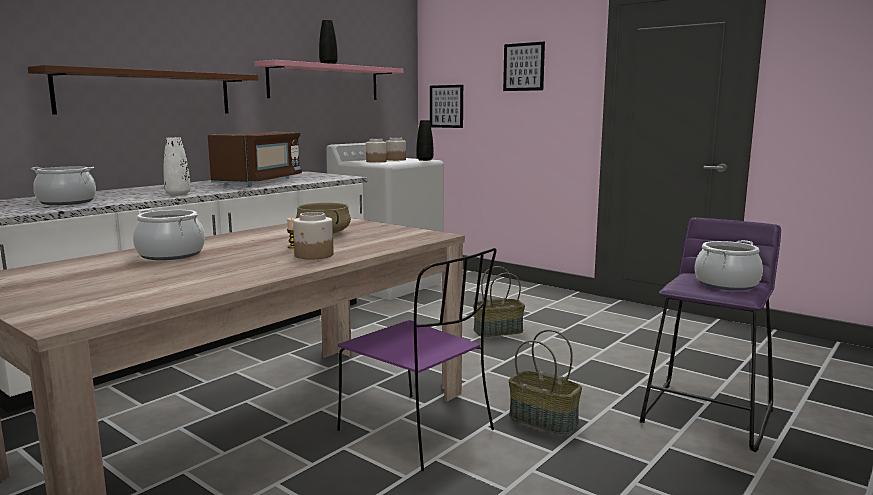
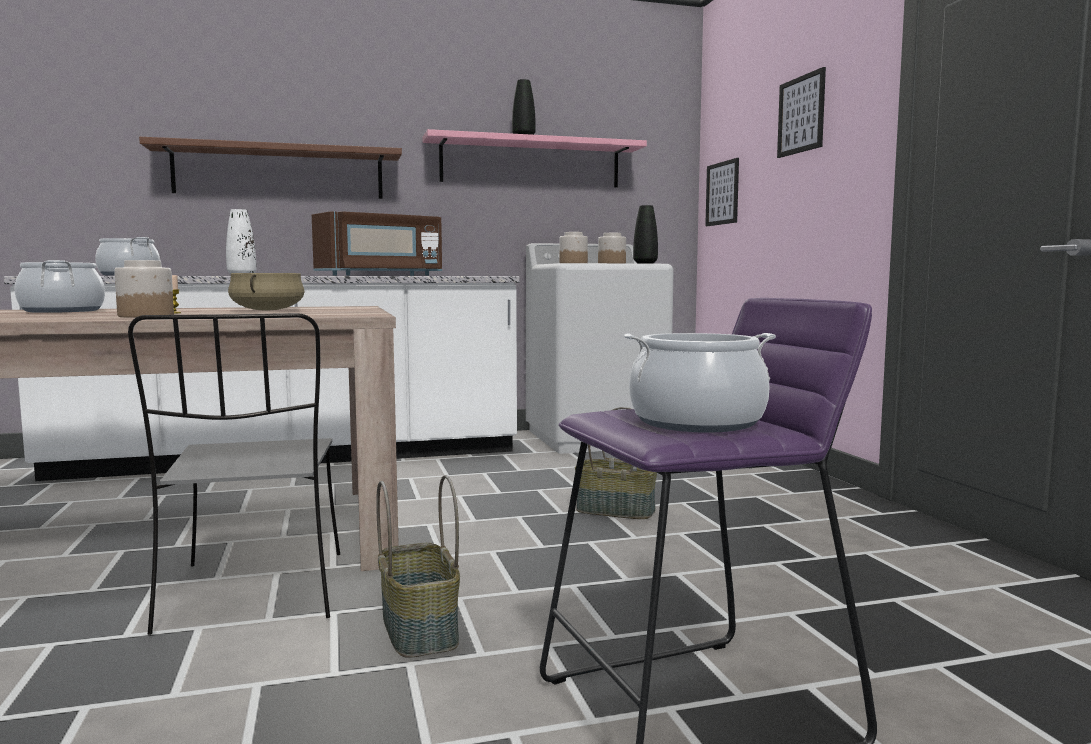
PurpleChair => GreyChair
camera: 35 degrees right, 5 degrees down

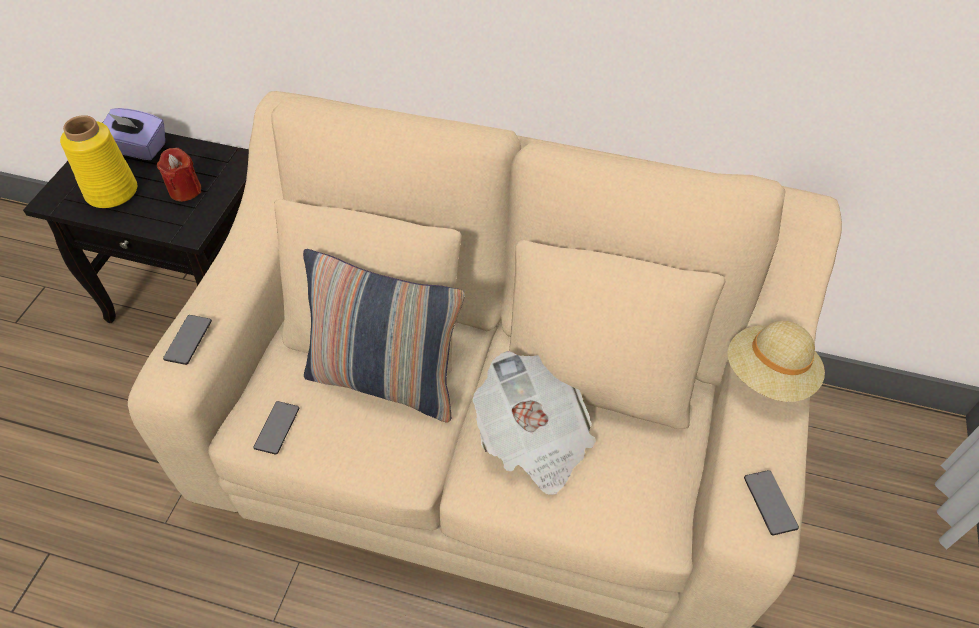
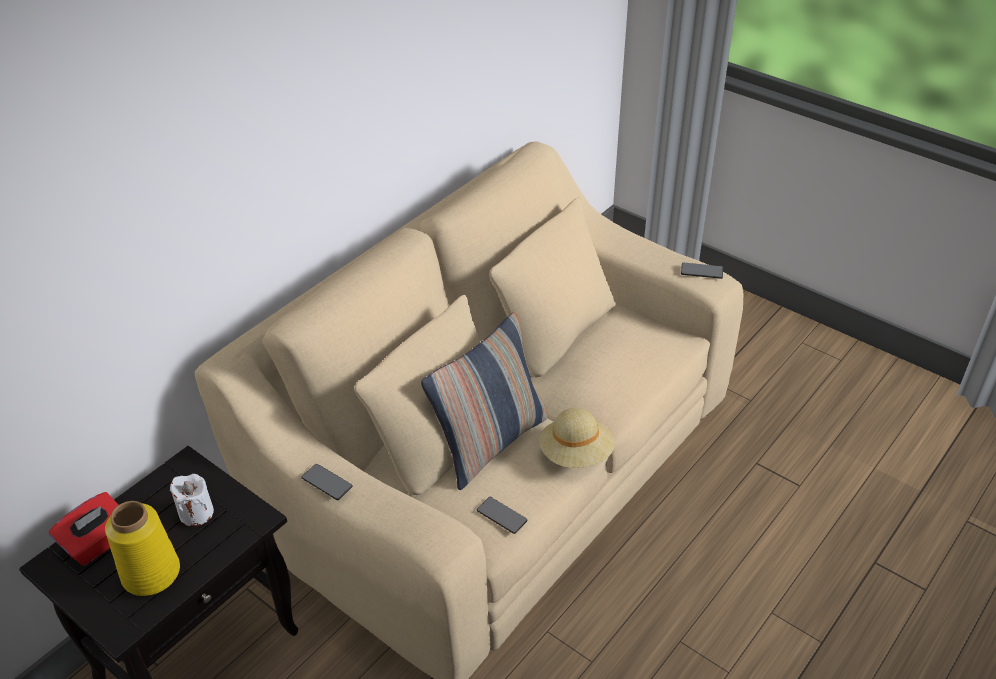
PurpleTissueBox => RedTissueBox
RedCandle => WhiteCandle
Phone (no. 1 from left), relocated
Newspaper => nothing
BeigeHat, relocated
camera: 65 degrees left, 10 degrees down

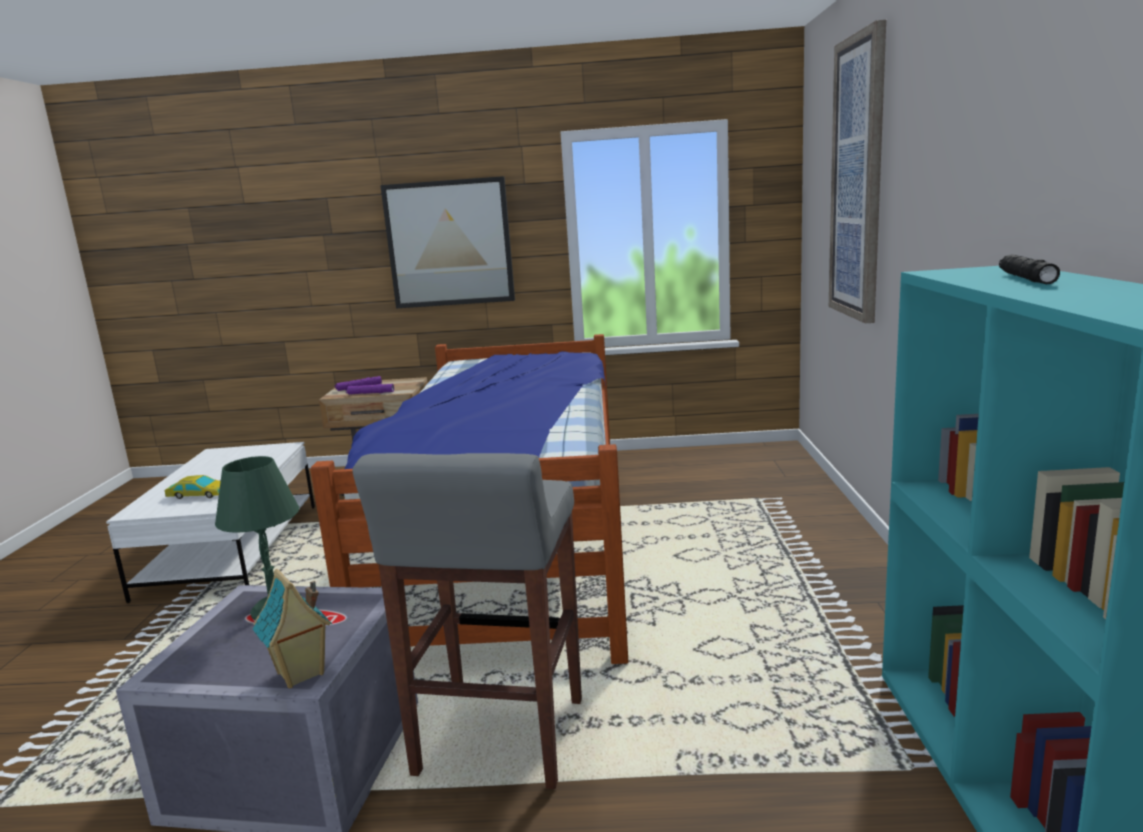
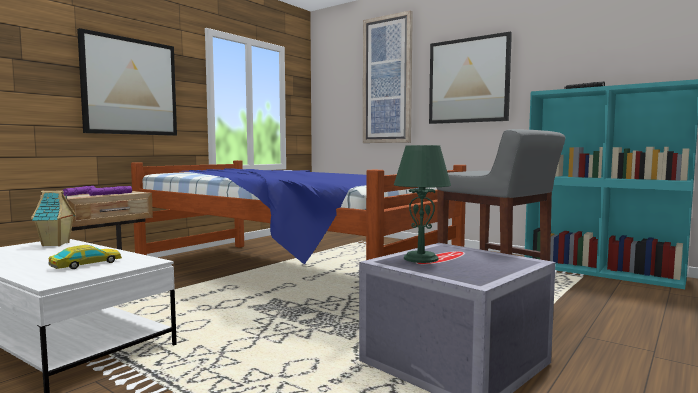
ToyHouse, relocated
nothing => Picture (no. 3 from left)
camera: 55 degrees left, 10 degrees down

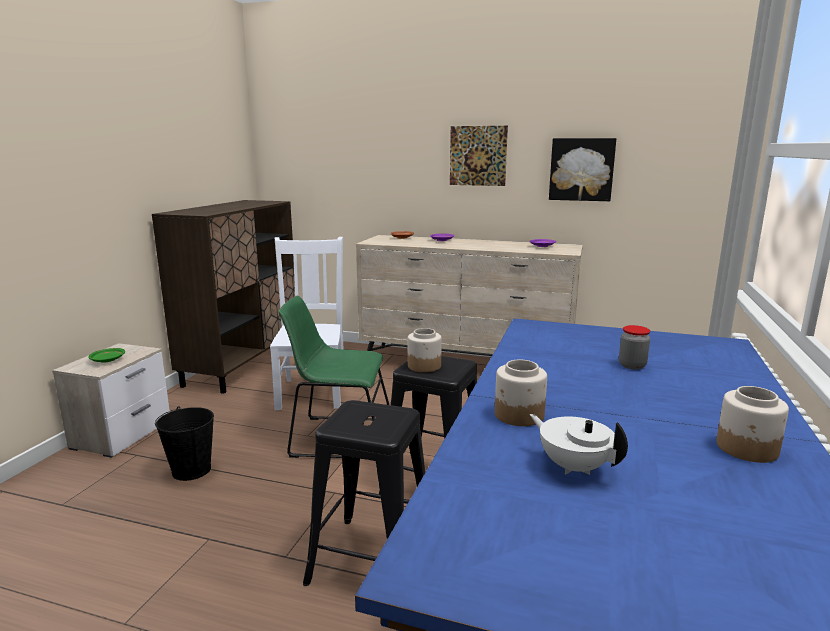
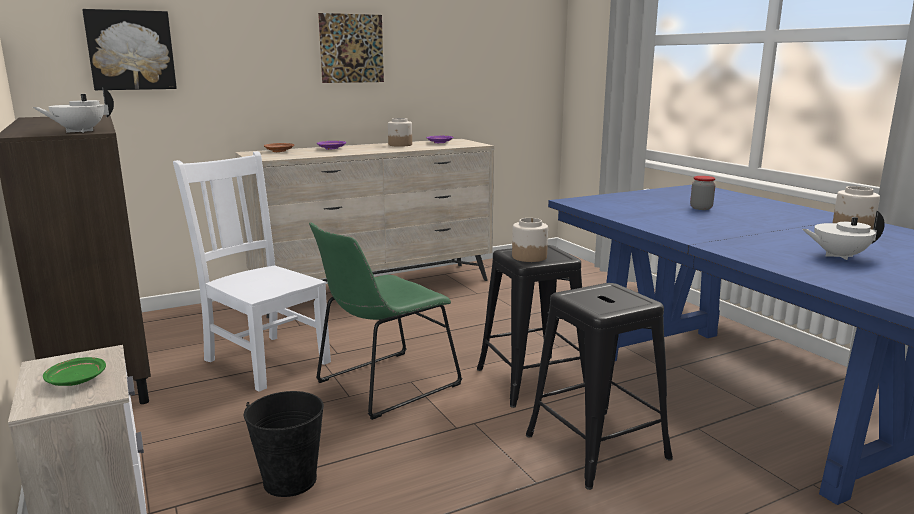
Jar (no. 2 from left in the first image) => Jar (no. 1 from left), relocated
Picture (no. 2 from left in the first image) => Picture (no. 1 from left), relocated
nothing => WhiteTeapot (no. 1 from left)
camera: 45 degrees left, 0 degrees up

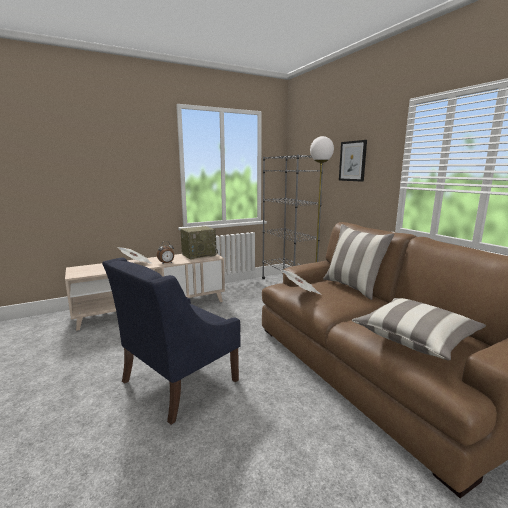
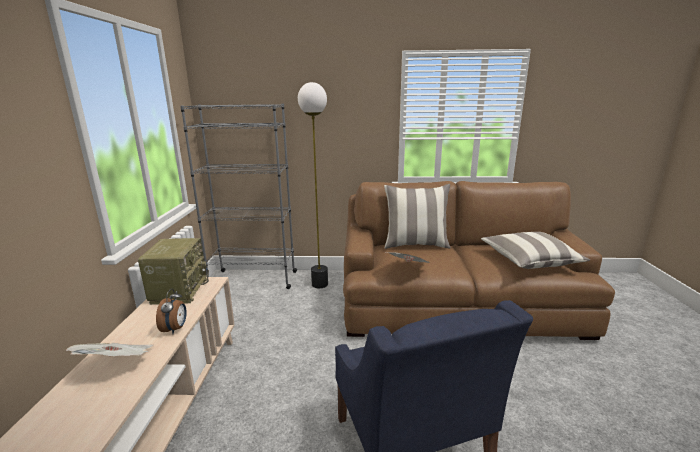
Picture => nothing
camera: 60 degrees left, 5 degrees up

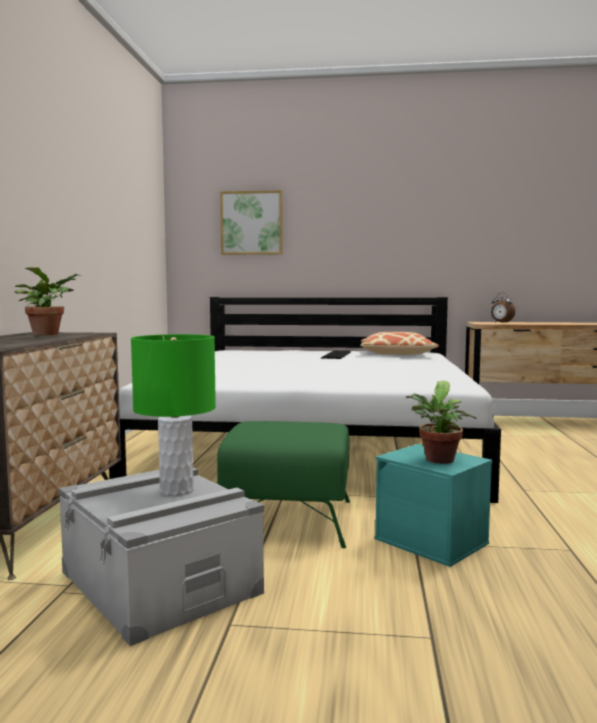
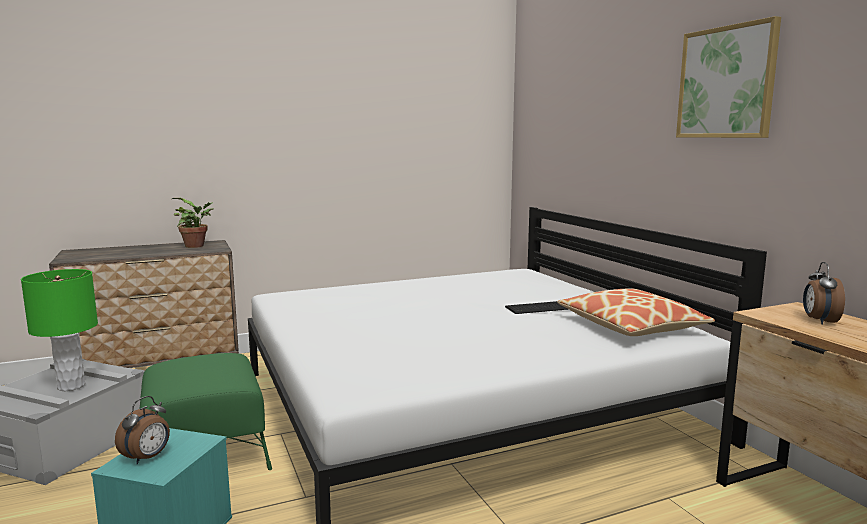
Picture, relocated
PottedPlant (no. 2 from left) => AlarmClock (no. 1 from left)
camera: 60 degrees right, 5 degrees up

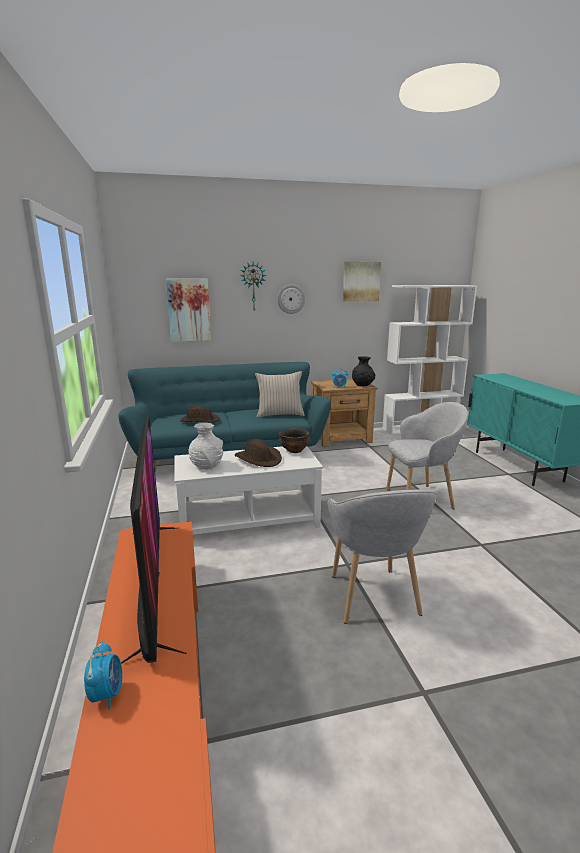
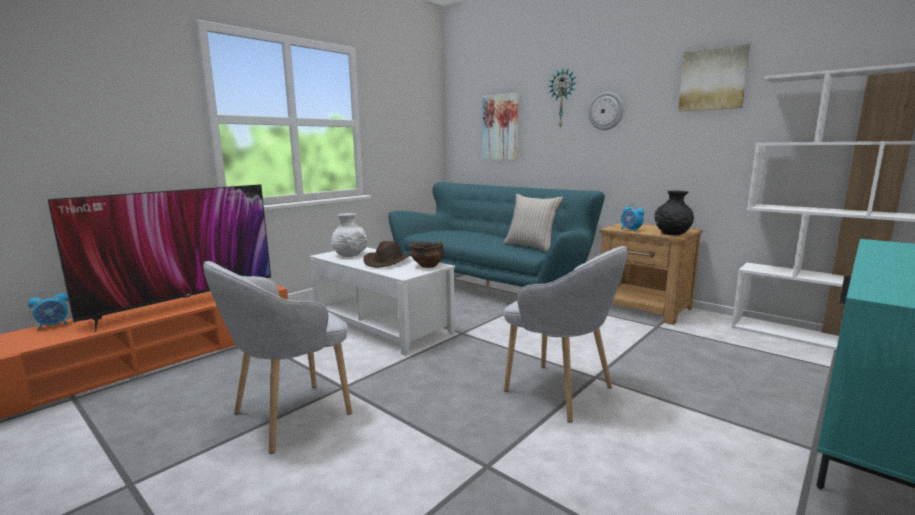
BrownHat (no. 1 from left) => nothing
camera: 55 degrees right, 5 degrees down

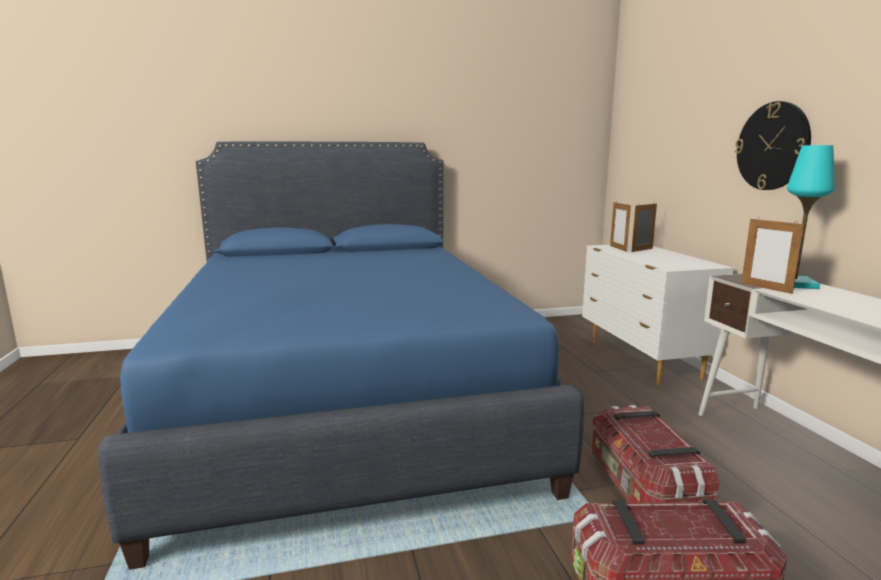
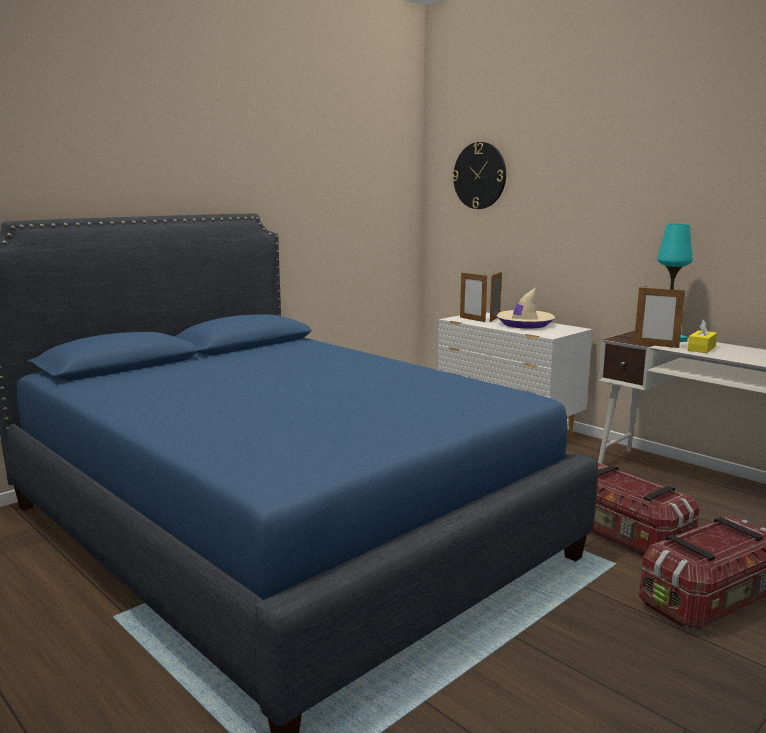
WallClock, relocated
nothing => BeigeHat
nothing => YellowTissueBox
camera: 30 degrees left, 0 degrees up

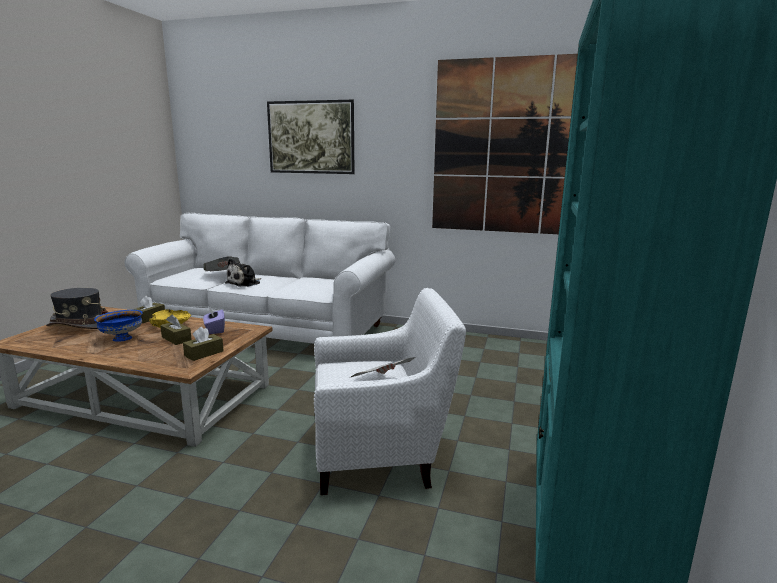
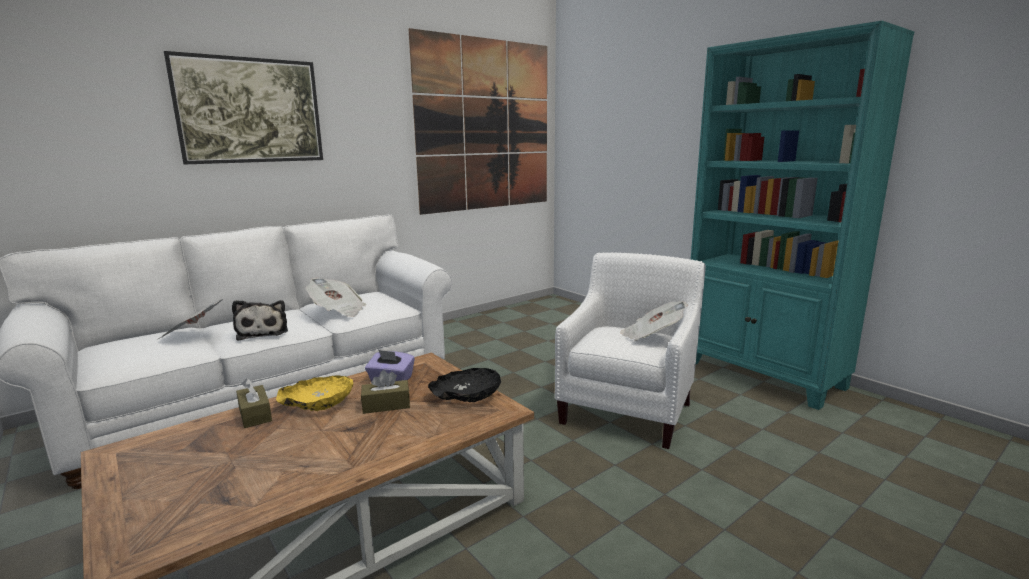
GreyHat => nothing
BlueBowl => nothing
BrownTissueBox (no. 3 from left) => BlackBowl
nothing => Newspaper (no. 2 from left)
camera: 55 degrees left, 0 degrees up

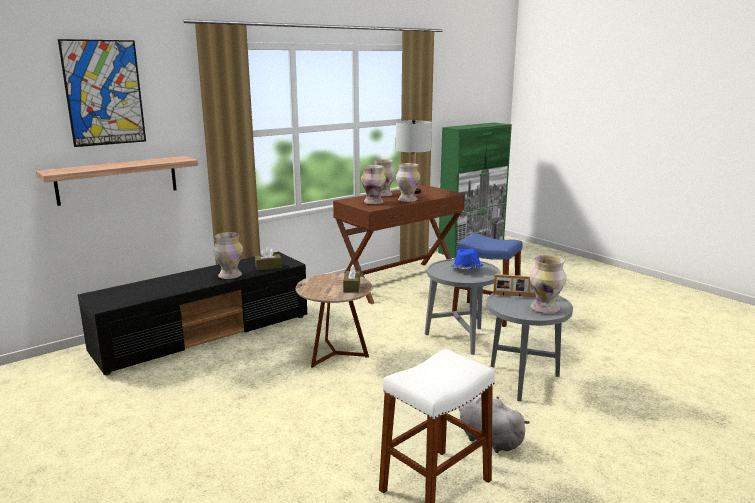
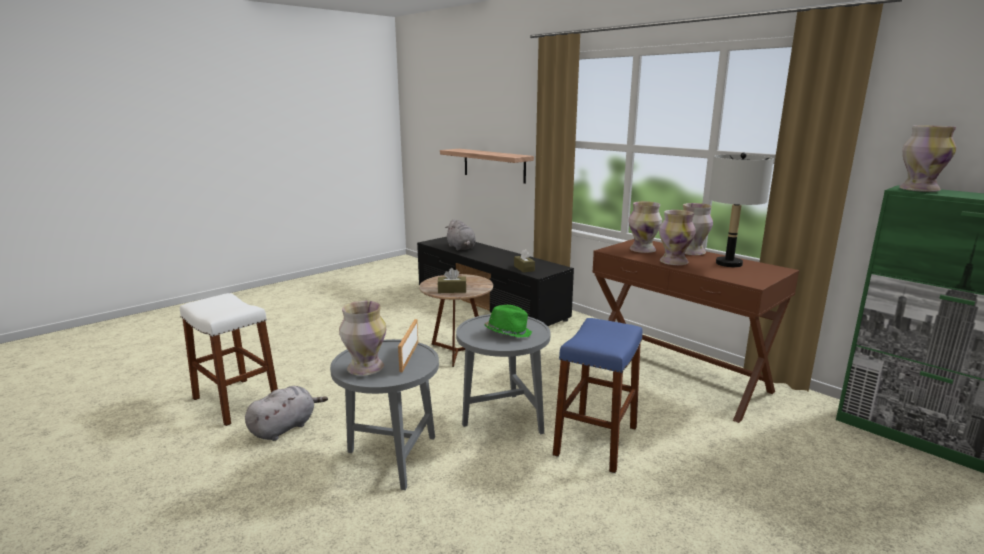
Picture => nothing
Vase (no. 1 from left in the first image) => Vase (no. 5 from left), relocated
BlueHat => GreenHat
nothing => GreyPlushToy (no. 2 from left)
camera: 85 degrees right, 0 degrees up

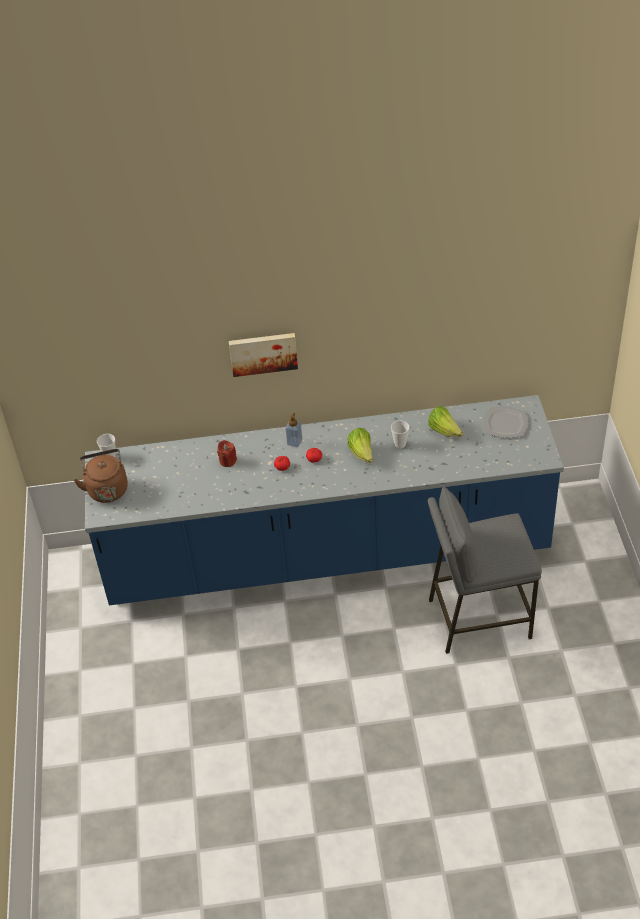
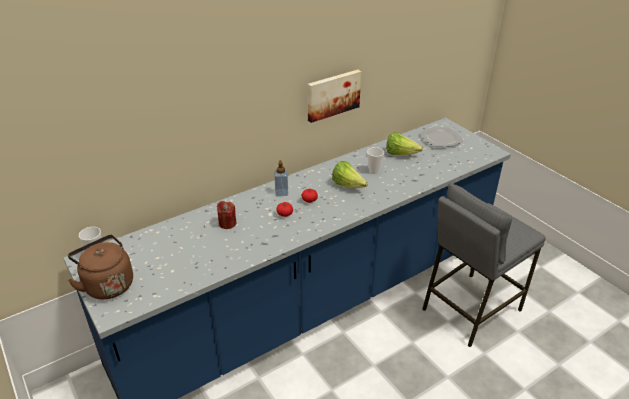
Picture, relocated
camera: 30 degrees left, 10 degrees down

